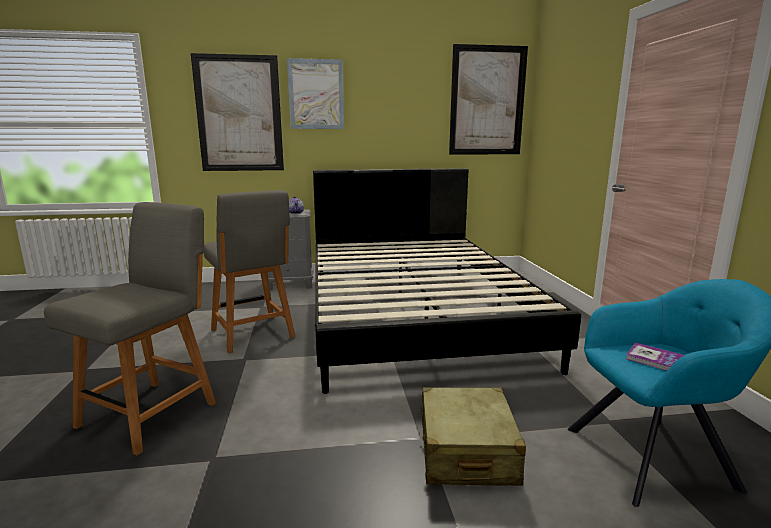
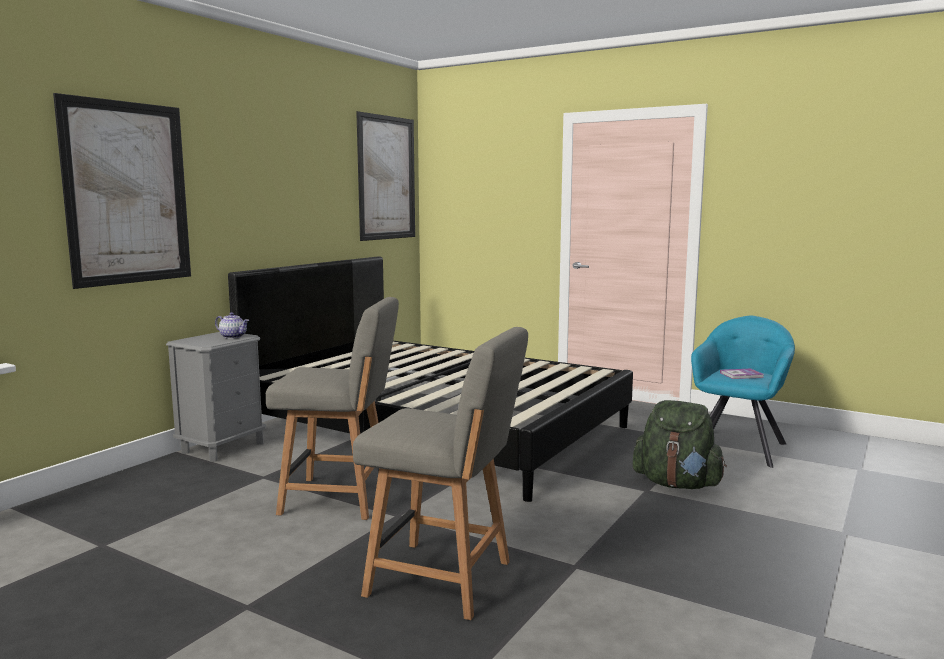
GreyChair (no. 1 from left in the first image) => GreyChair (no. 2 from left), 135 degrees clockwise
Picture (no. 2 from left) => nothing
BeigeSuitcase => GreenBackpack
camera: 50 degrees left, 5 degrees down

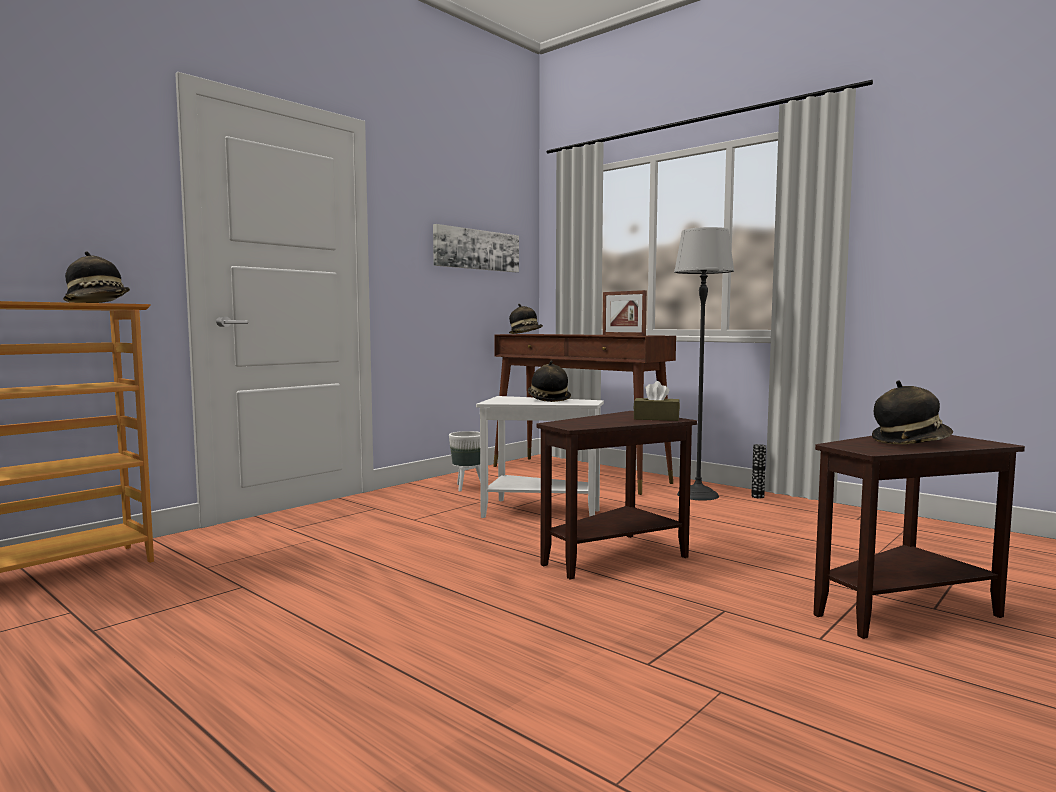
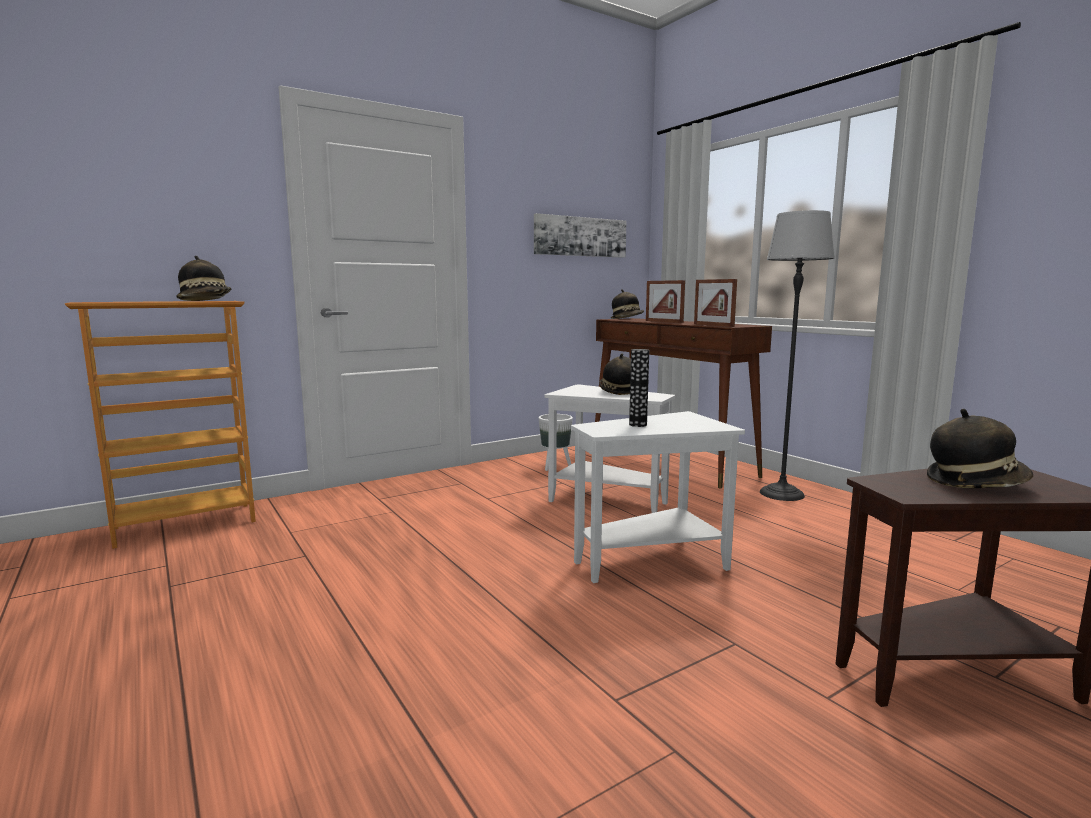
BrownSideTable (no. 1 from left) => WhiteSideTable (no. 2 from left)
BrownTissueBox => nothing
Vase, relocated
nothing => PictureFrame (no. 1 from left)
camera: 15 degrees right, 5 degrees up

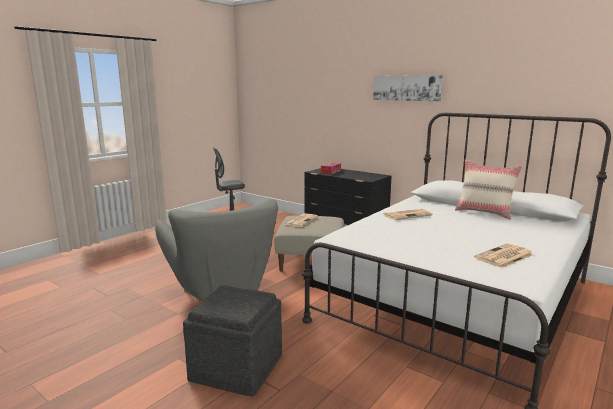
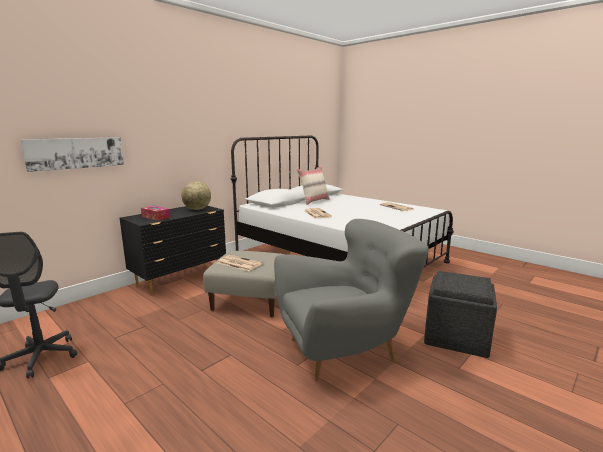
Picture, relocated
nothing => Globe
camera: 85 degrees left, 0 degrees up

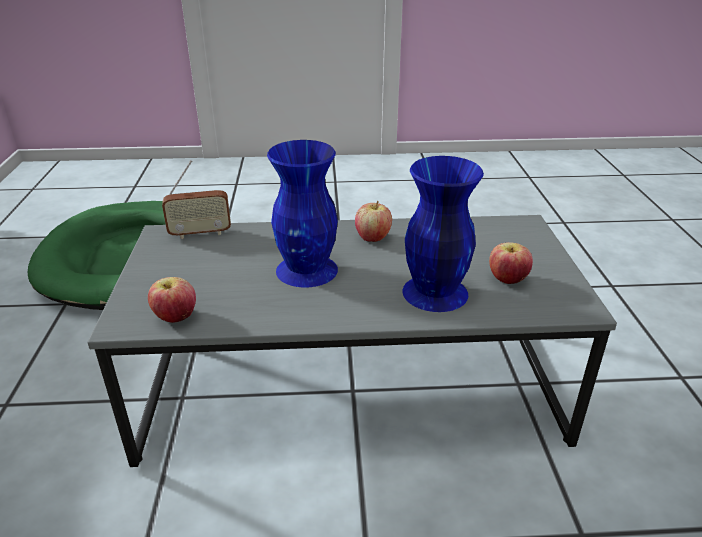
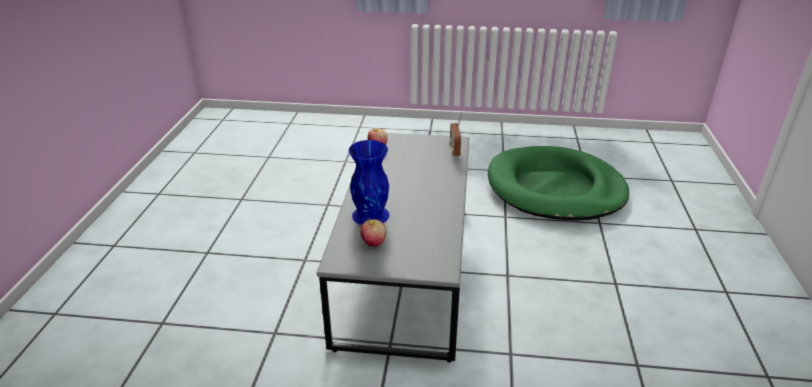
BlueVase (no. 1 from left) => nothing
Apple (no. 2 from left) => nothing
camera: 100 degrees right, 0 degrees up

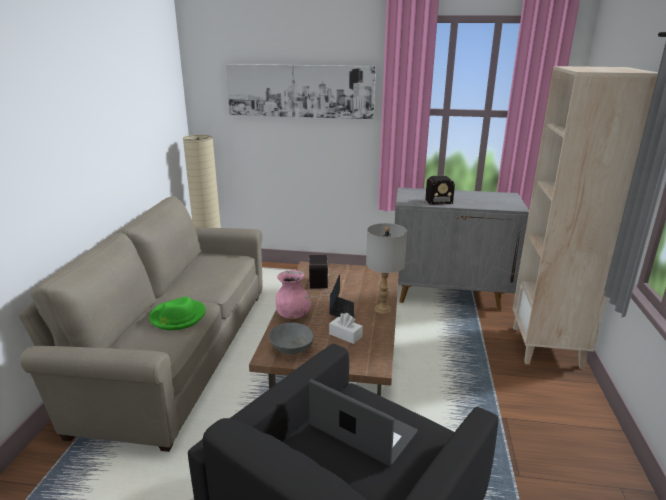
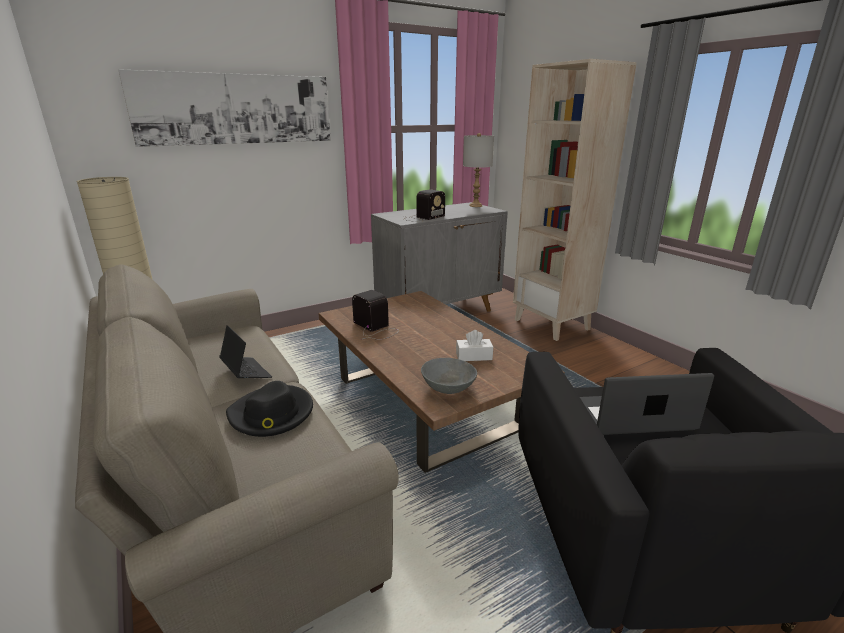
GreenHat => BlackHat
PinkVase => nothing
Laptop (no. 1 from left), relocated
GreyTableLamp, relocated
camera: 40 degrees left, 0 degrees up

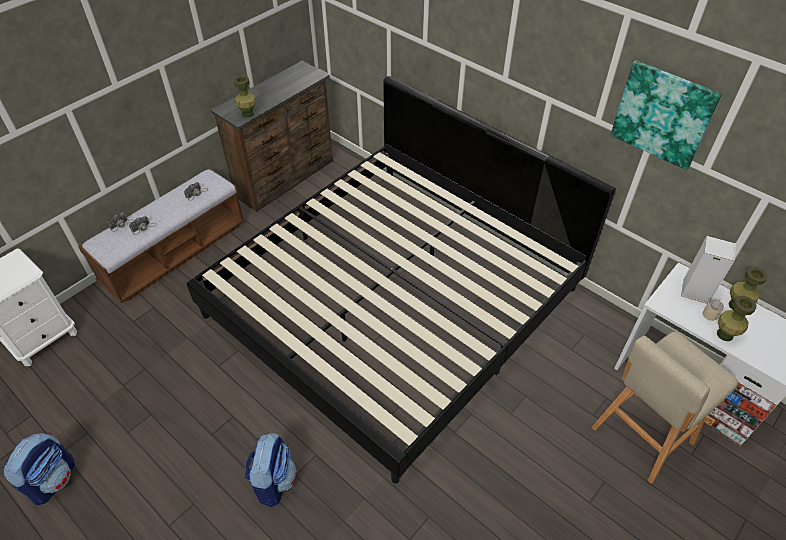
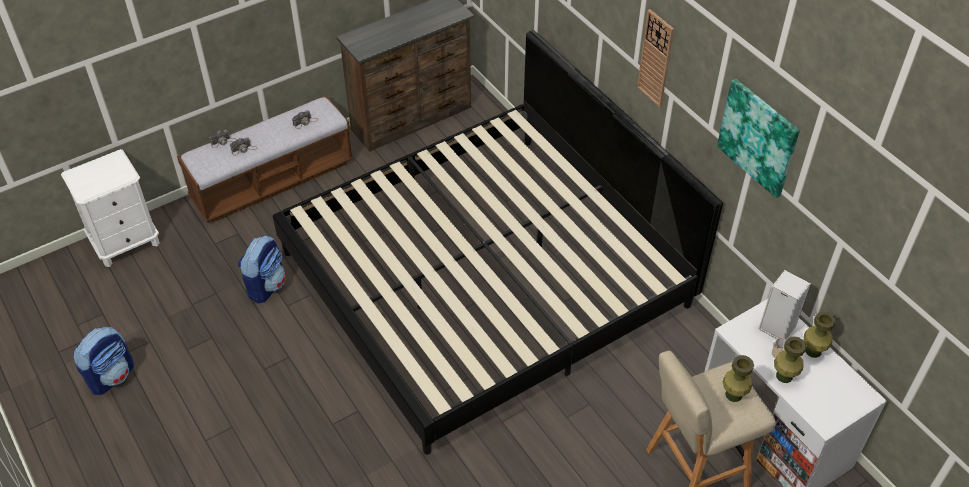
GreenVase (no. 1 from left), relocated
Backpack (no. 2 from left), relocated
nothing => WallClock
camera: 15 degrees right, 0 degrees up

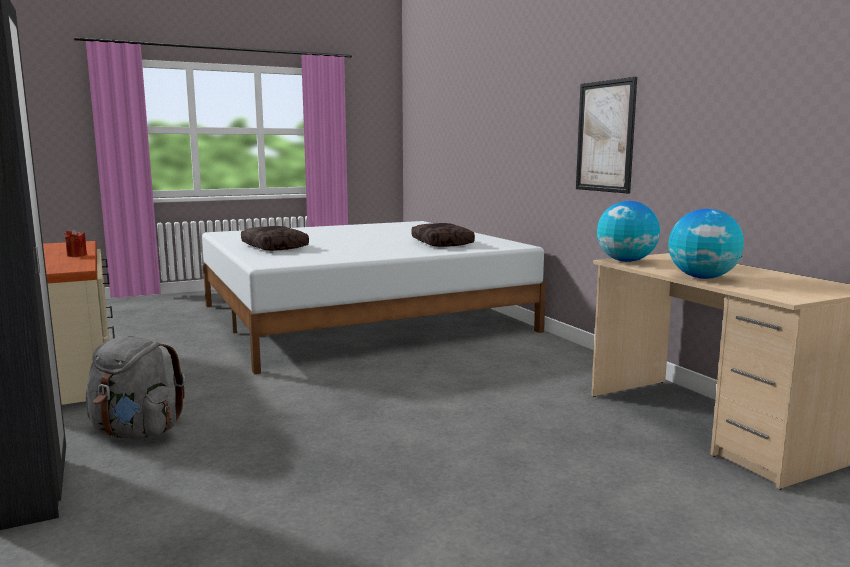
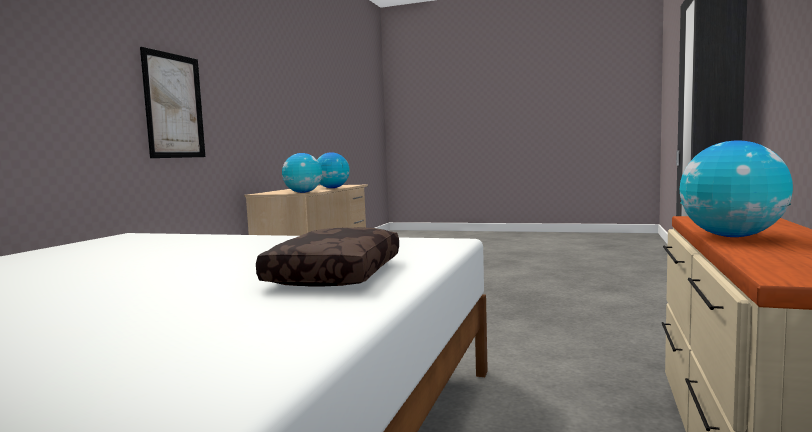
RedCandle => Globe (no. 3 from left)
GreyBackpack => nothing
BrownPillow (no. 2 from left) => nothing
camera: 135 degrees left, 5 degrees down

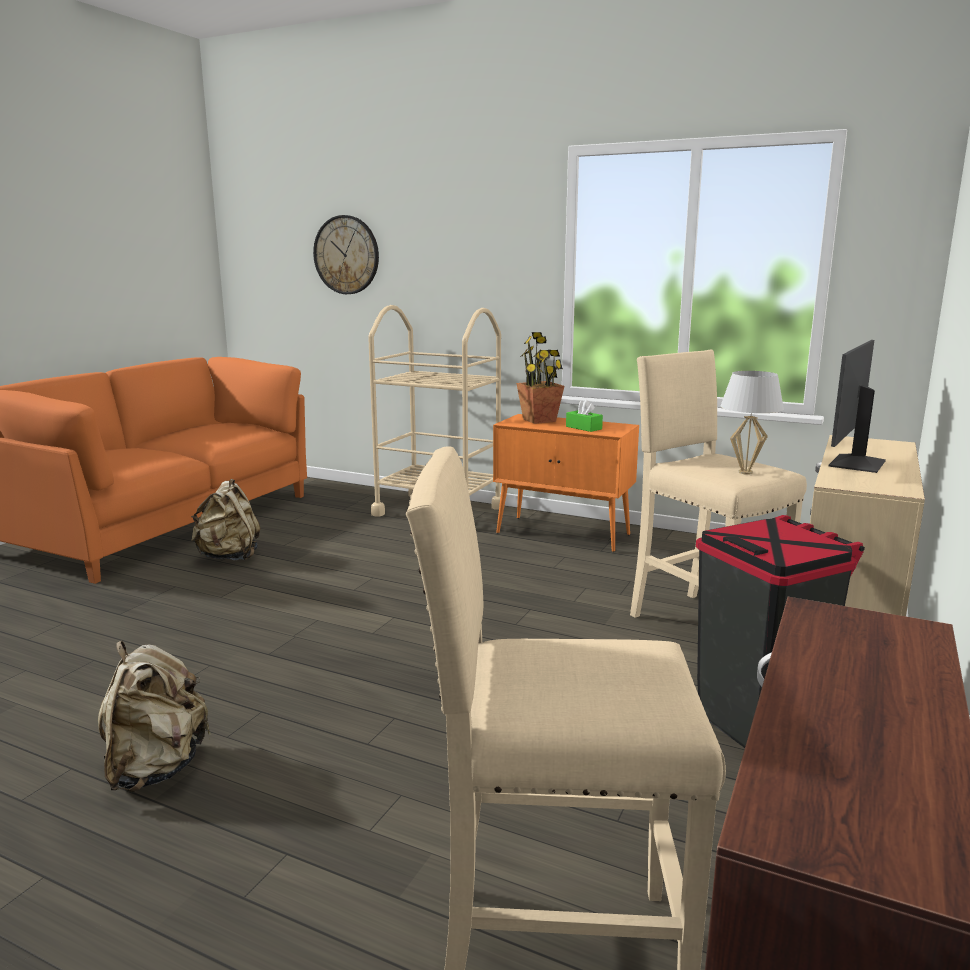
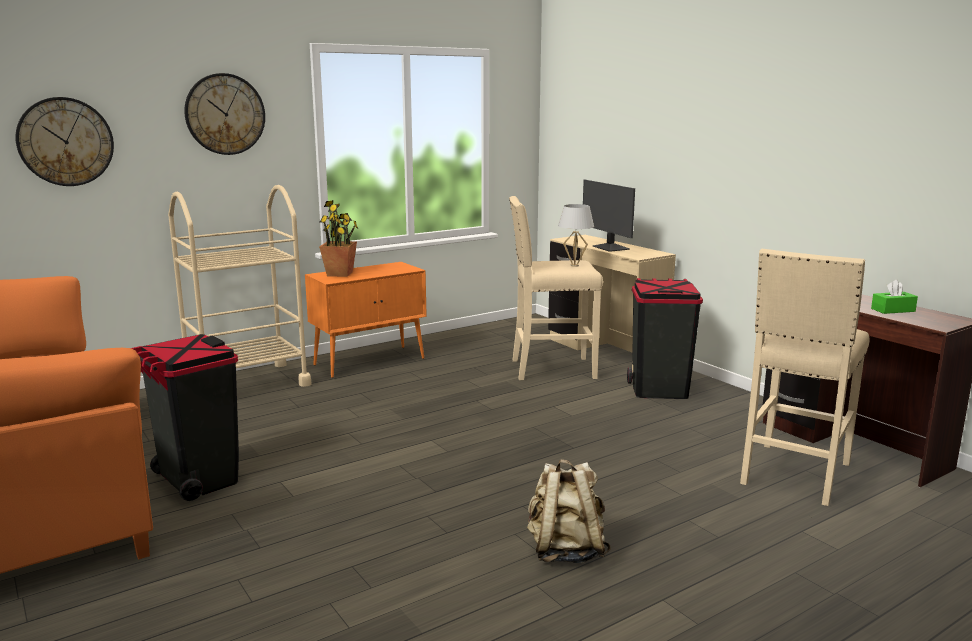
BeigeBackpack (no. 2 from left) => BlackTrashCan (no. 1 from left)
GreenTissueBox, relocated
nothing => WallClock (no. 2 from left)
camera: 60 degrees left, 0 degrees up

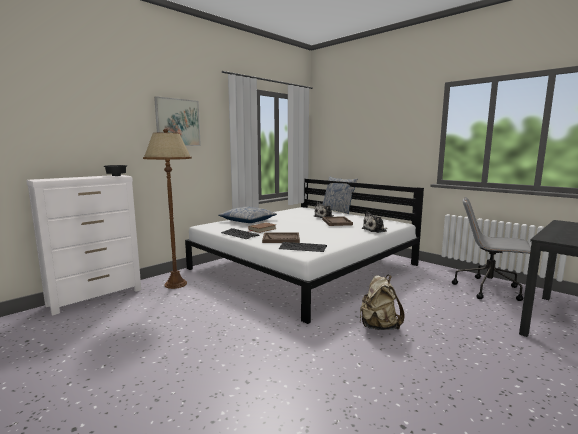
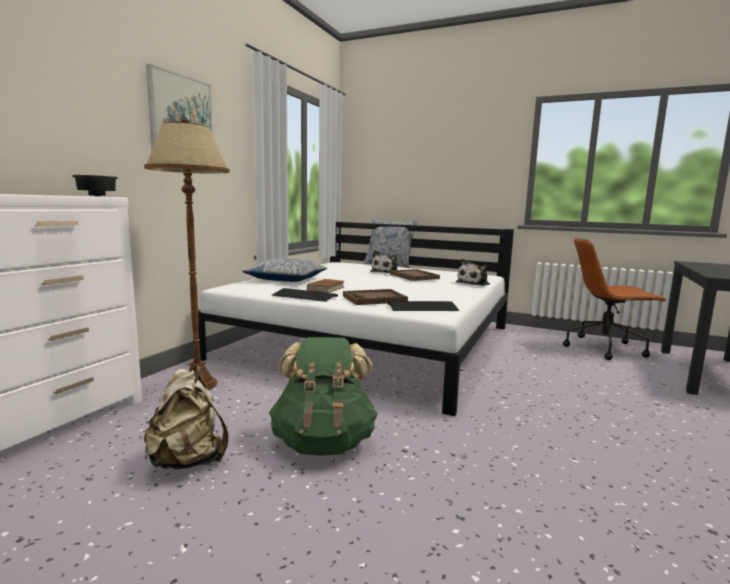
BeigeBackpack, relocated
GreyOfficeChair => BrownOfficeChair
nothing => GreenBackpack
camera: 20 degrees left, 0 degrees up

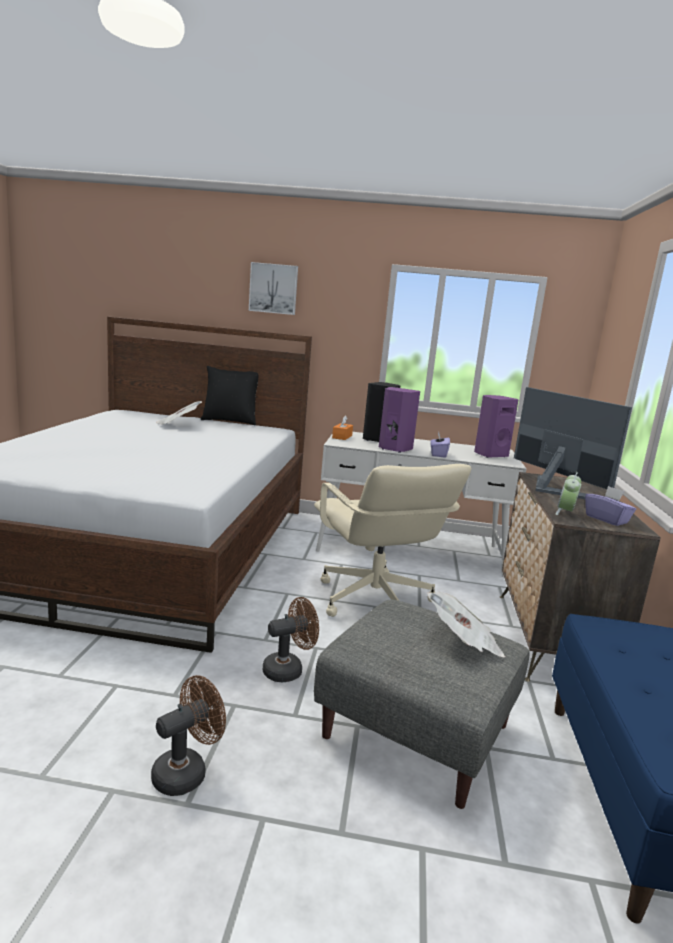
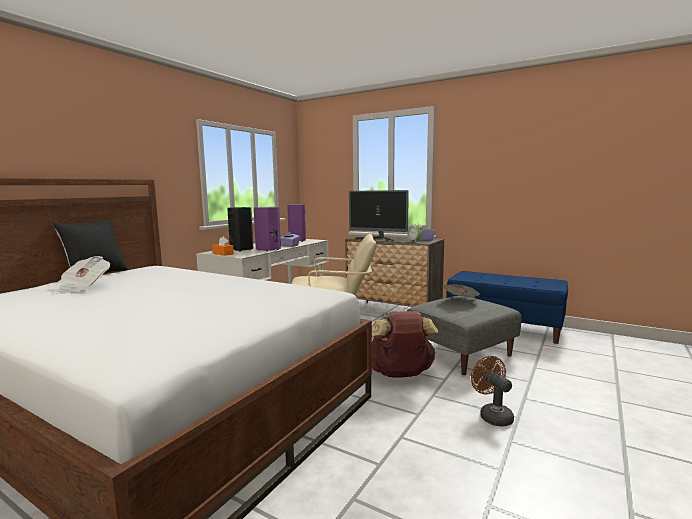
Picture => nothing
BrownFan (no. 2 from left) => BrownBackpack
Monitor, 150 degrees counterclockwise
camera: 65 degrees left, 5 degrees down

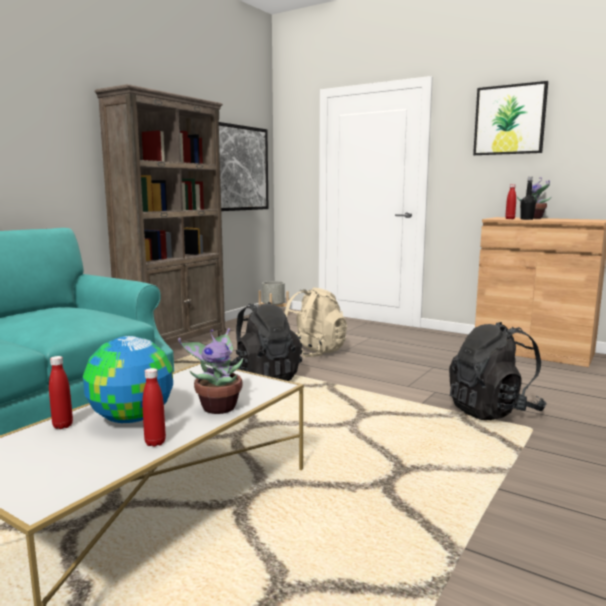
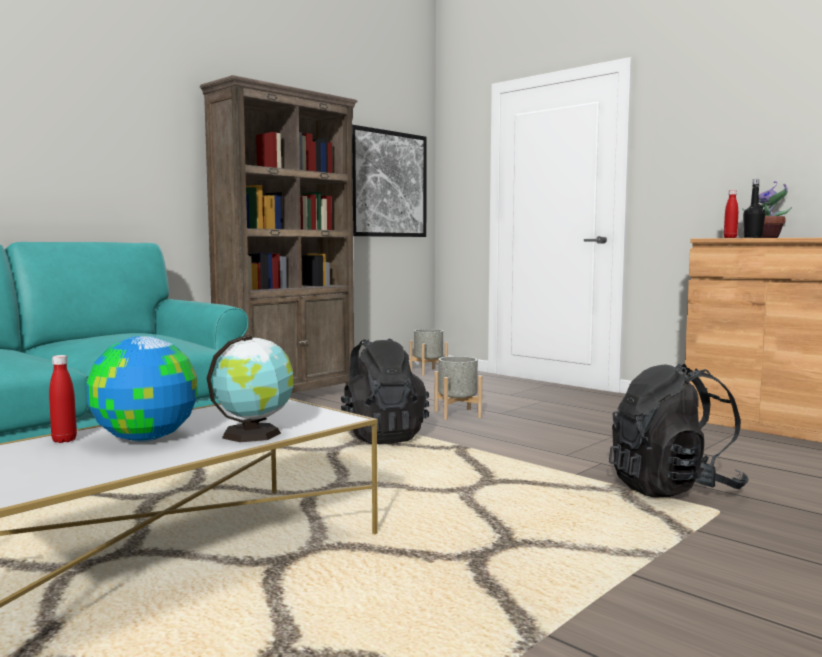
RedBottle (no. 2 from left) => nothing
PottedPlant (no. 1 from left) => Globe (no. 2 from left)
BeigeBackpack => GreyPlanter (no. 2 from left)
Picture (no. 2 from left) => nothing
camera: 10 degrees right, 5 degrees down

